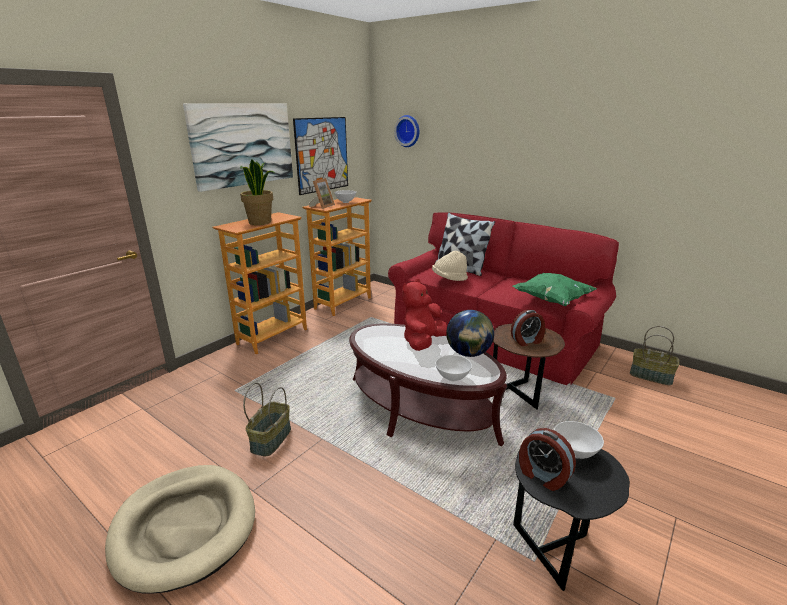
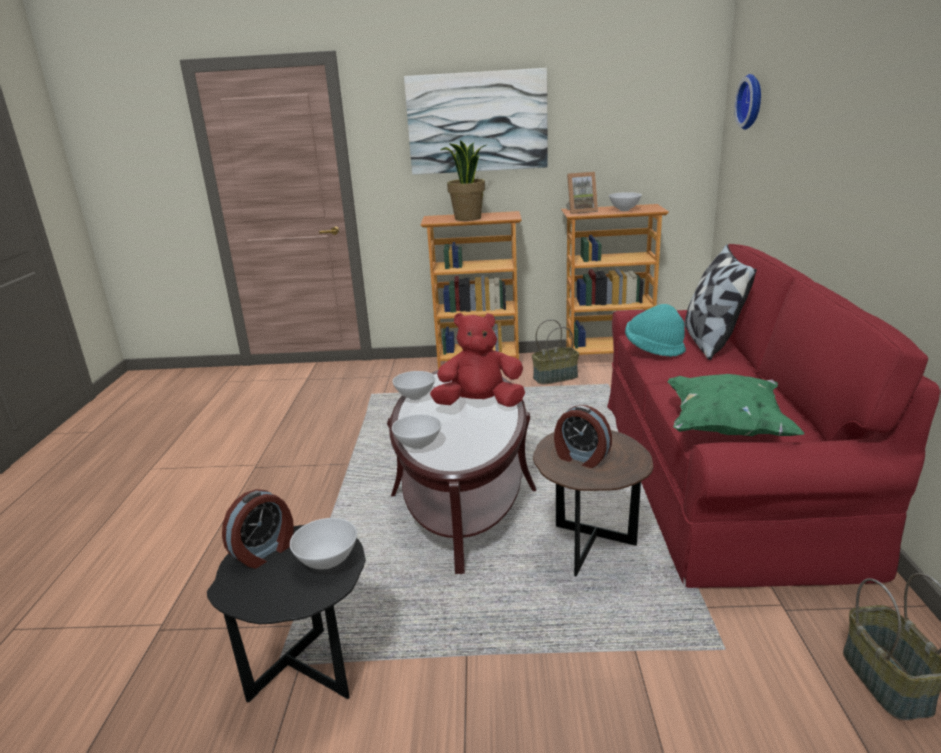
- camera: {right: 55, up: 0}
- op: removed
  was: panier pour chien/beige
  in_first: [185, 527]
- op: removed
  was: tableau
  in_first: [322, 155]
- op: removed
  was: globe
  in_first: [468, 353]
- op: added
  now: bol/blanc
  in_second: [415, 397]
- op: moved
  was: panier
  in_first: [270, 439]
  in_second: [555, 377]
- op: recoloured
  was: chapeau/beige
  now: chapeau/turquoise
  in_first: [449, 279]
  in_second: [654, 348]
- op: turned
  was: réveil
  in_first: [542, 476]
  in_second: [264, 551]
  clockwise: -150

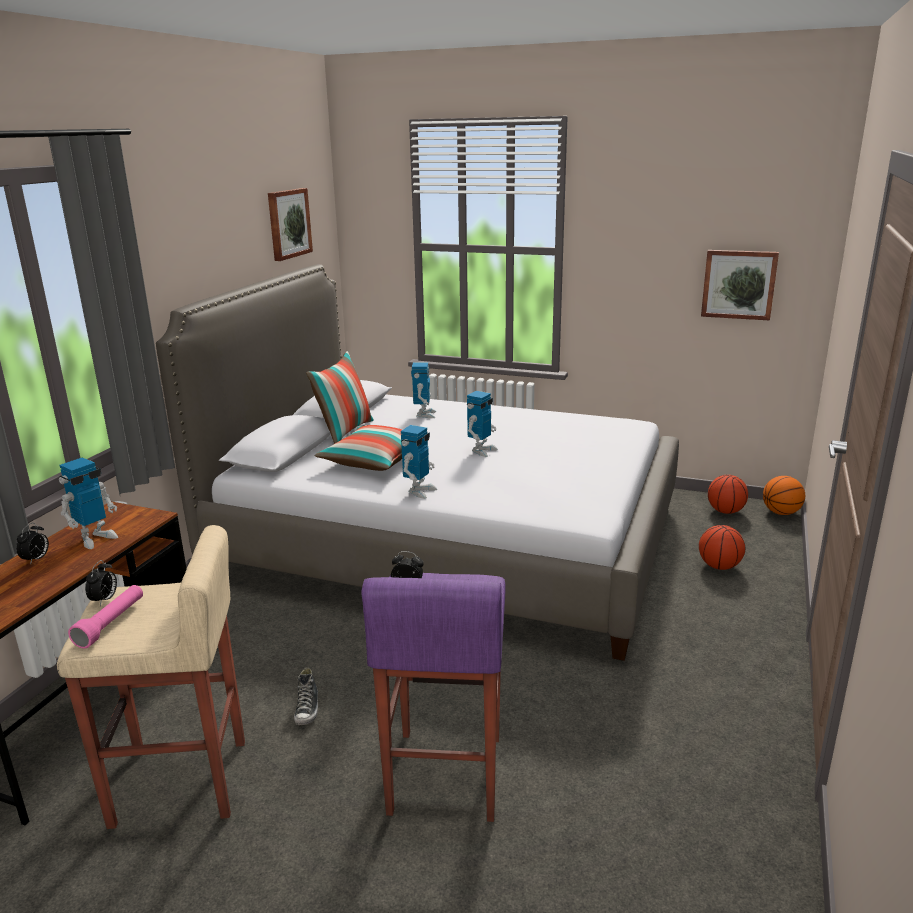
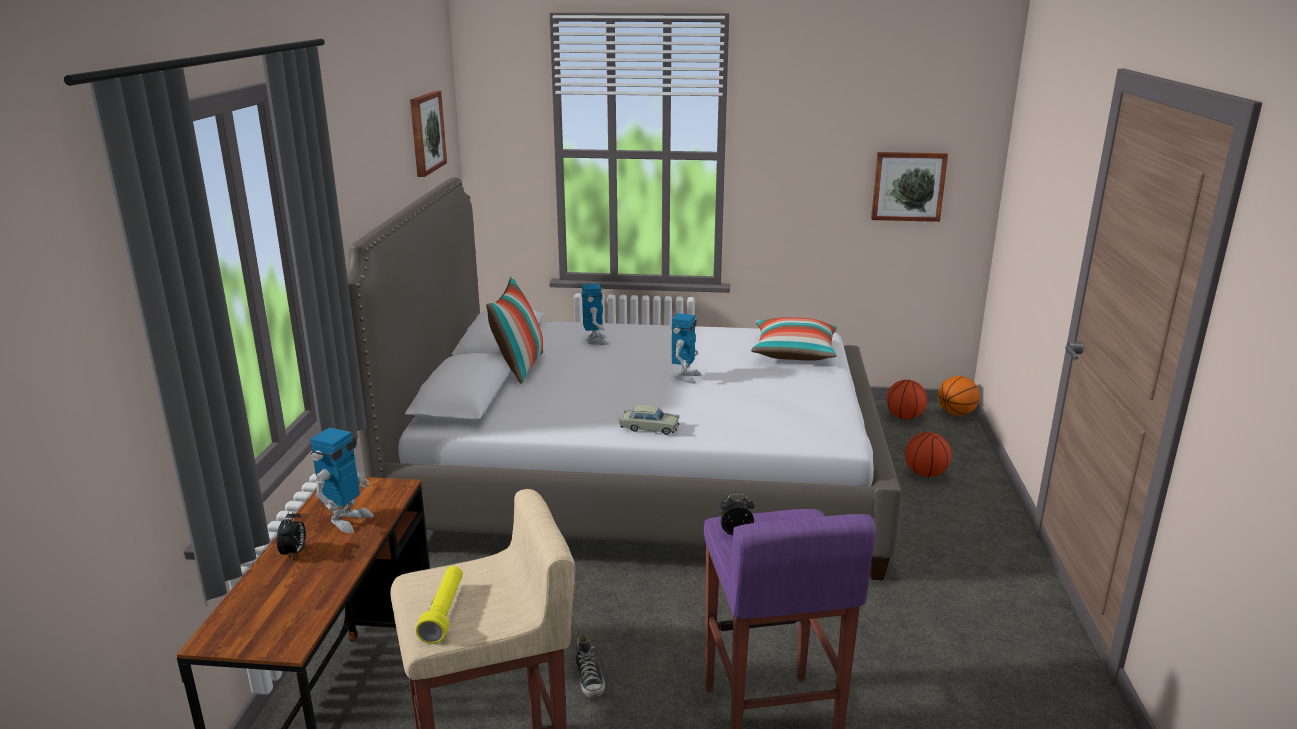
- camera: {right: -15, up: 0}
- op: removed
  was: réveil
  in_first: [105, 600]
- op: moved
  was: coussin
  in_first: [374, 461]
  in_second: [794, 353]
- op: replaced
  was: robot jouet
  now: petite voiture/beige
  in_first: [419, 491]
  in_second: [649, 428]
- op: recoloured
  was: lampe de poche/rose
  now: lampe de poche/jaune
  in_first: [111, 624]
  in_second: [444, 613]

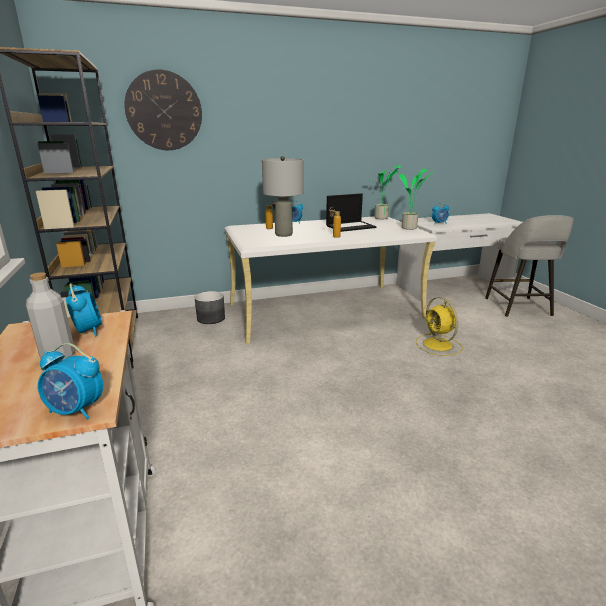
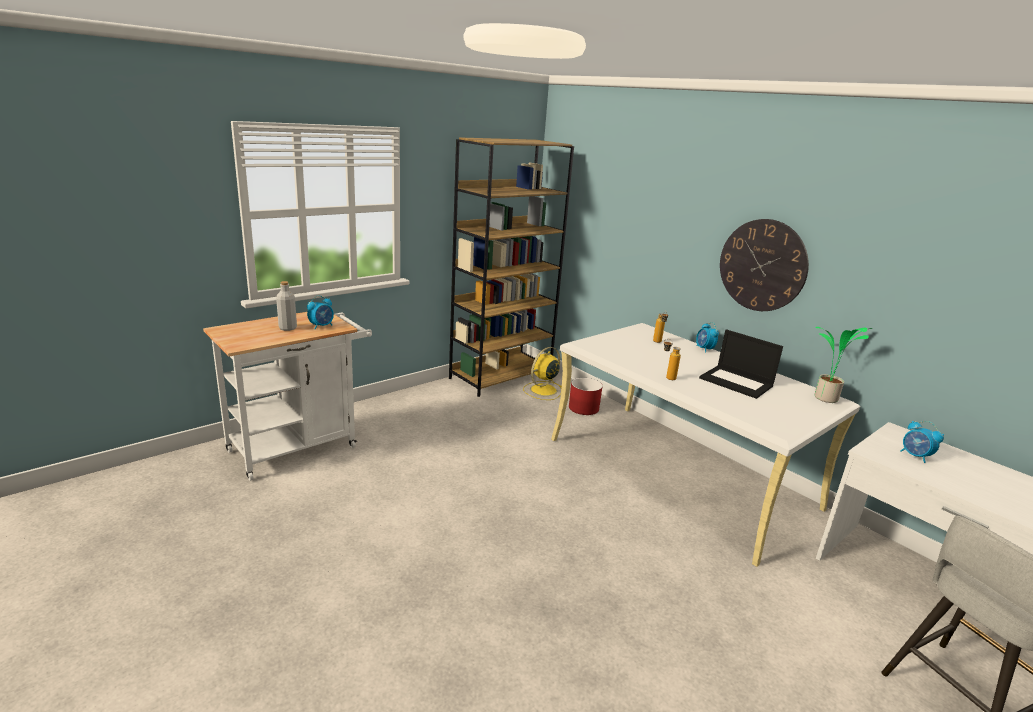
- camera: {right: 65, up: 0}
- op: removed
  was: réveil
  in_first: [76, 410]
- op: removed
  was: lampe de table/gris
  in_first: [283, 234]
- op: removed
  was: plante en pot
  in_first: [410, 228]
- op: moved
  was: horloge murale
  in_first: [164, 111]
  in_second: [762, 265]
- op: moved
  was: ventilateur/jaune
  in_first: [438, 345]
  in_second: [542, 390]
- op: recoloured
  was: cache-pot/gris
  now: cache-pot/rouge
  in_first: [211, 318]
  in_second: [584, 408]

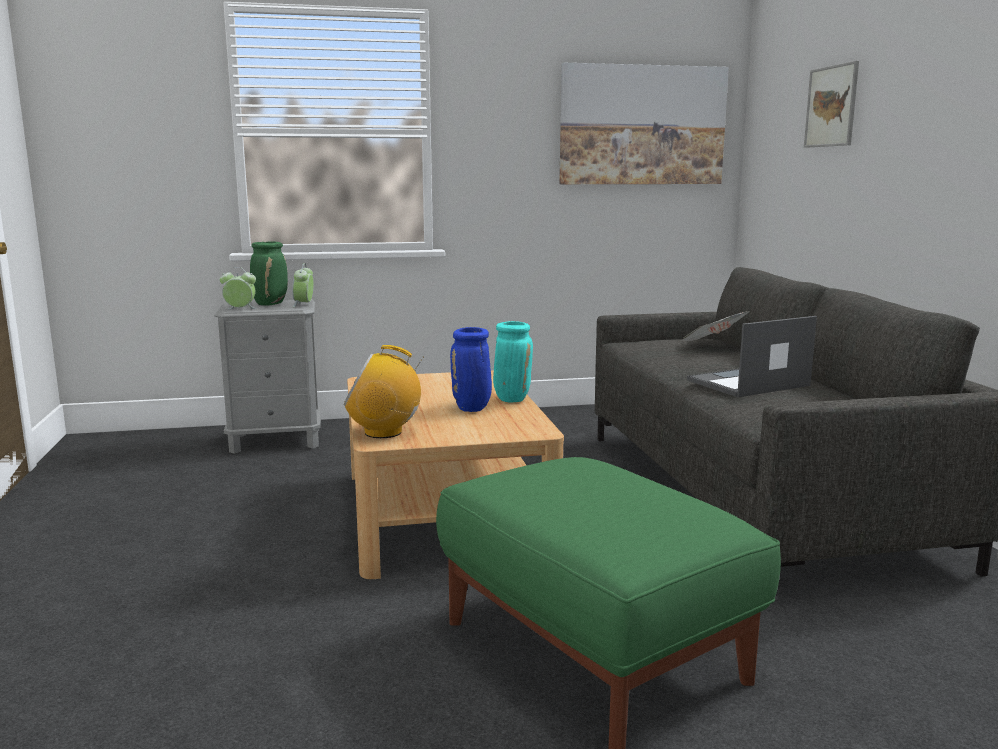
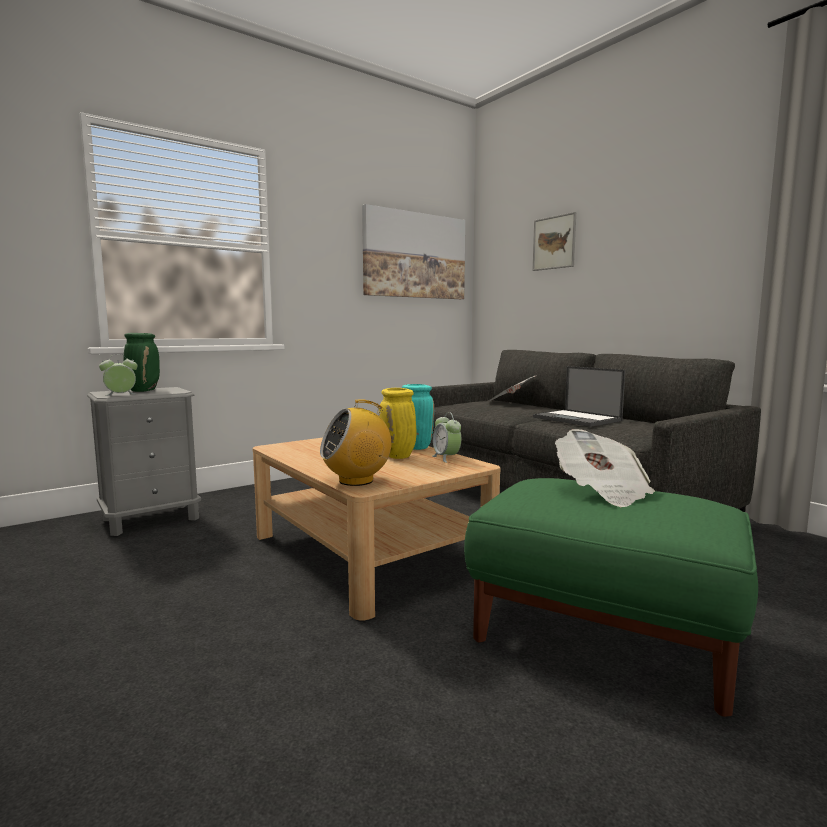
- camera: {right: -25, up: -5}
- op: added
  now: journal
  in_second: [602, 491]
- op: moved
  was: réveil
  in_first: [304, 305]
  in_second: [446, 458]
- op: recoloured
  was: vase/bleu
  now: vase/jaune
  in_first: [472, 409]
  in_second: [398, 457]
- op: turned
  was: ordinateur portable
  in_first: [747, 383]
  in_second: [578, 419]
  clockwise: -75

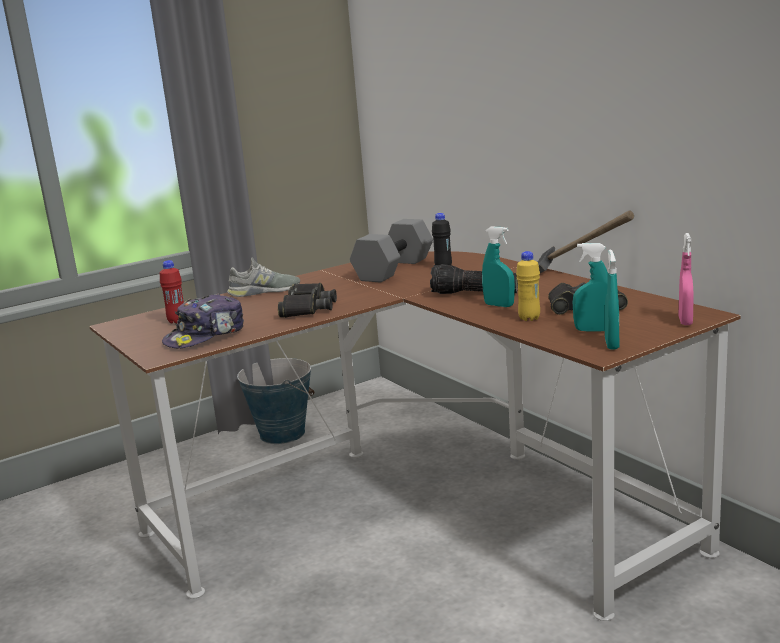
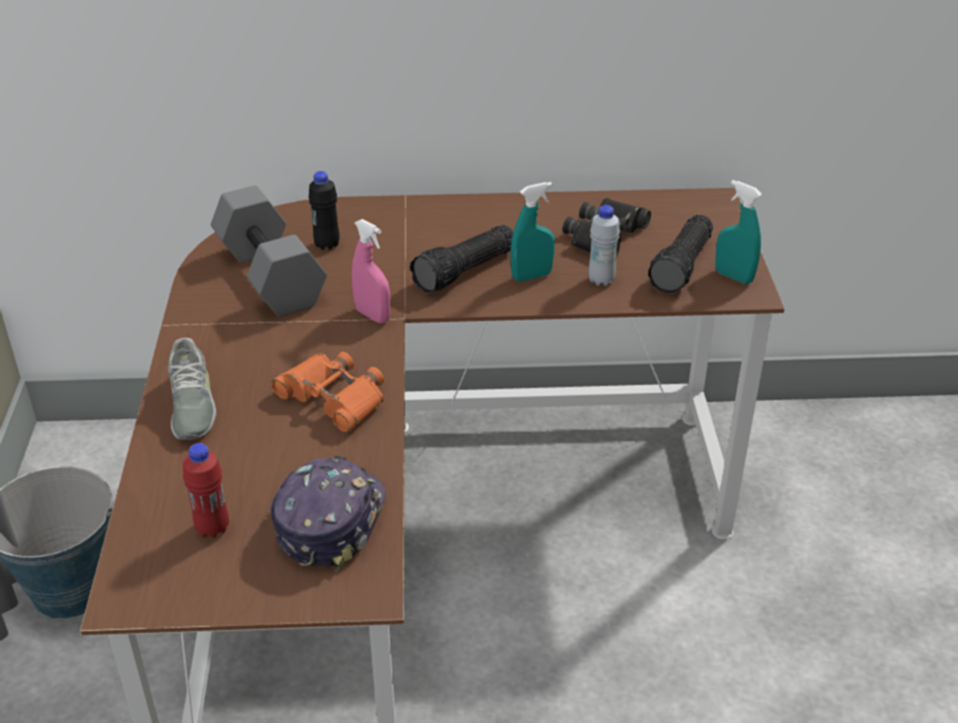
- camera: {right: -60, up: 20}
- op: removed
  was: marteau
  in_first: [580, 275]
- op: moved
  was: vaporisateur/rose
  in_first: [685, 321]
  in_second: [372, 315]
- op: replaced
  was: vaporisateur/turquoise
  now: lampe de poche
  in_first: [593, 330]
  in_second: [683, 266]
- op: recoloured
  was: jumelles/noir
  now: jumelles/orange
  in_first: [307, 308]
  in_second: [333, 398]
- op: recoloured
  was: bouteille/jaune
  now: bouteille/blanc
  in_first: [529, 318]
  in_second: [601, 280]
- op: turned
  was: casquette
  in_first: [206, 336]
  in_second: [329, 520]
  clockwise: -150
- op: turned
  was: chaussure/gris
  in_first: [264, 291]
  in_second: [191, 405]
  clockwise: 150

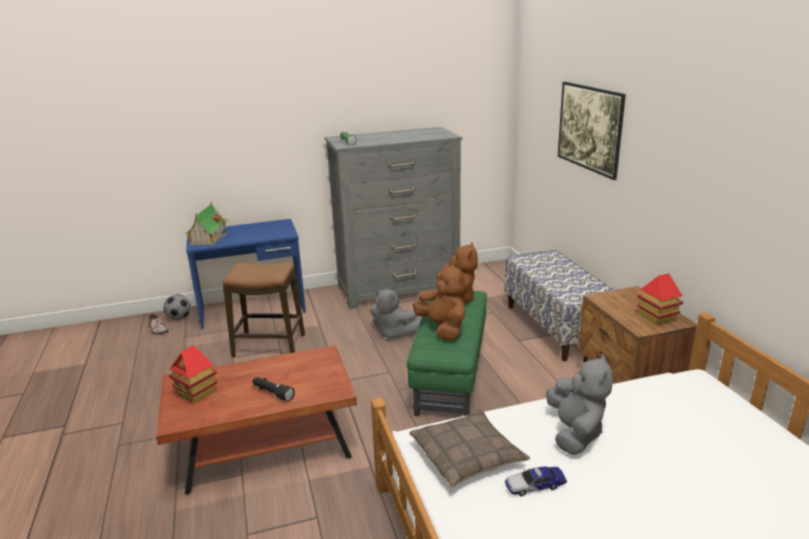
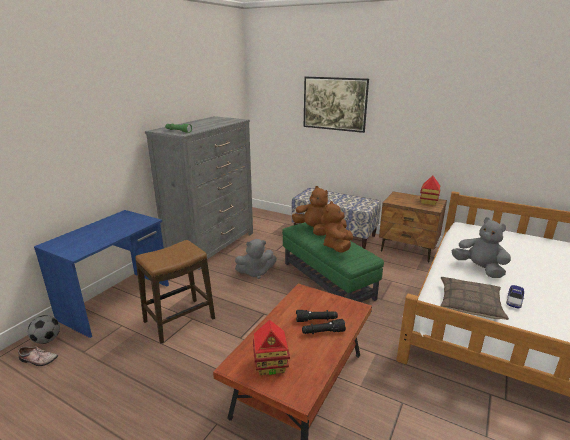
- camera: {right: -45, up: 0}
- op: removed
  was: maison miniature
  in_first: [209, 238]
- op: added
  now: lampe de poche/noir
  in_second: [316, 320]
- op: turned
  was: peluche/marron
  in_first: [443, 328]
  in_second: [337, 247]
  clockwise: -90

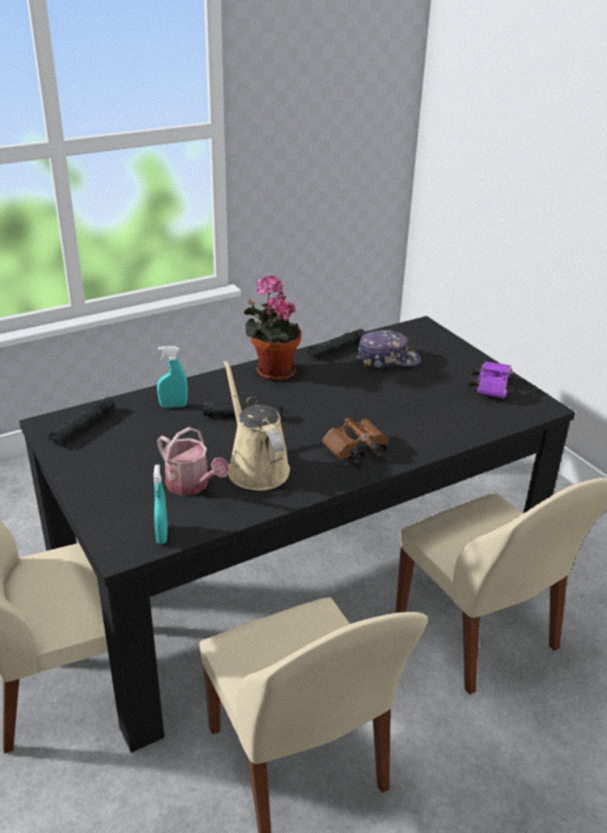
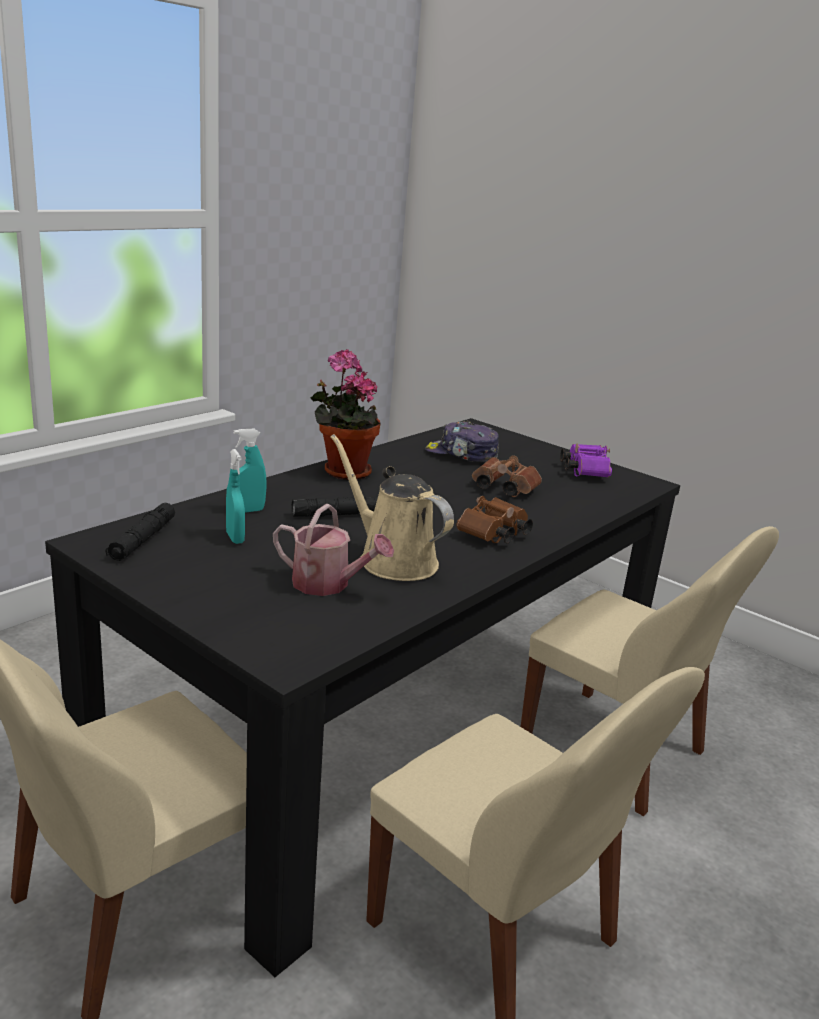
- camera: {right: -20, up: -10}
- op: removed
  was: lampe de poche/noir
  in_first: [336, 349]
- op: added
  now: jumelles/marron
  in_second: [502, 489]
- op: moved
  was: vaporisateur/turquoise
  in_first: [162, 535]
  in_second: [235, 538]
- op: turned
  was: casquette
  in_first: [388, 359]
  in_second: [461, 454]
  clockwise: -135

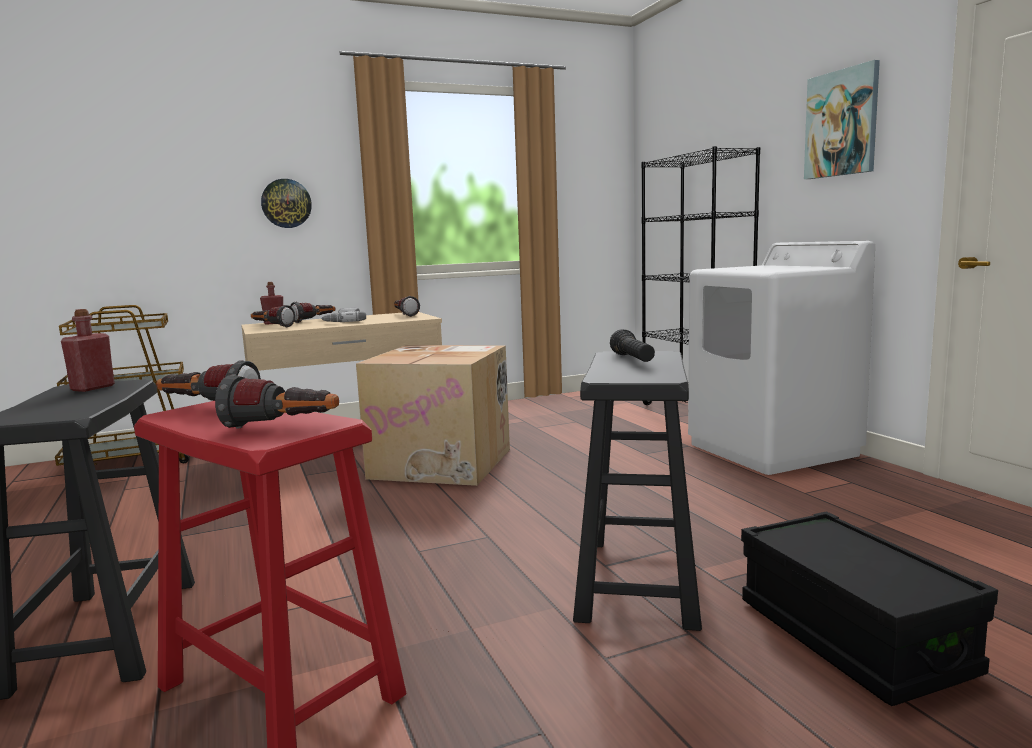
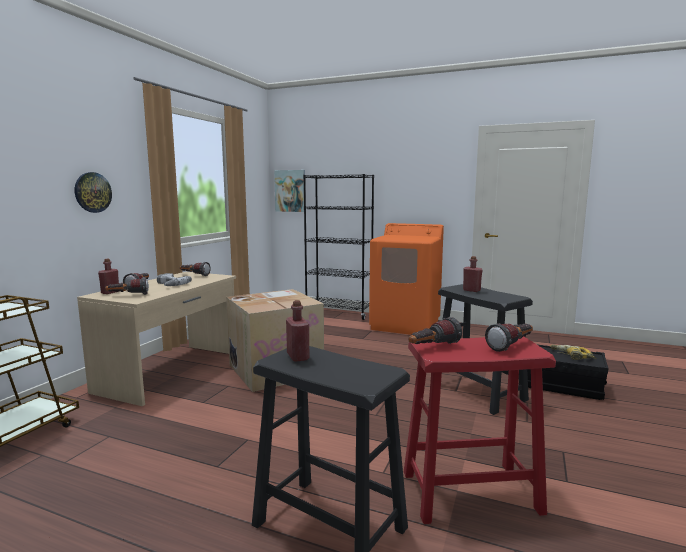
- camera: {right: -45, up: 0}
- op: added
  now: perceuse
  in_second: [571, 356]
- op: moved
  was: tableau
  in_first: [842, 123]
  in_second: [290, 191]
- op: replaced
  was: lampe de poche/noir
  now: bouteille/rouge
  in_first: [633, 360]
  in_second: [471, 290]
- op: recoloured
  was: lave-linge/blanc
  now: lave-linge/orange
  in_first: [772, 450]
  in_second: [405, 325]

